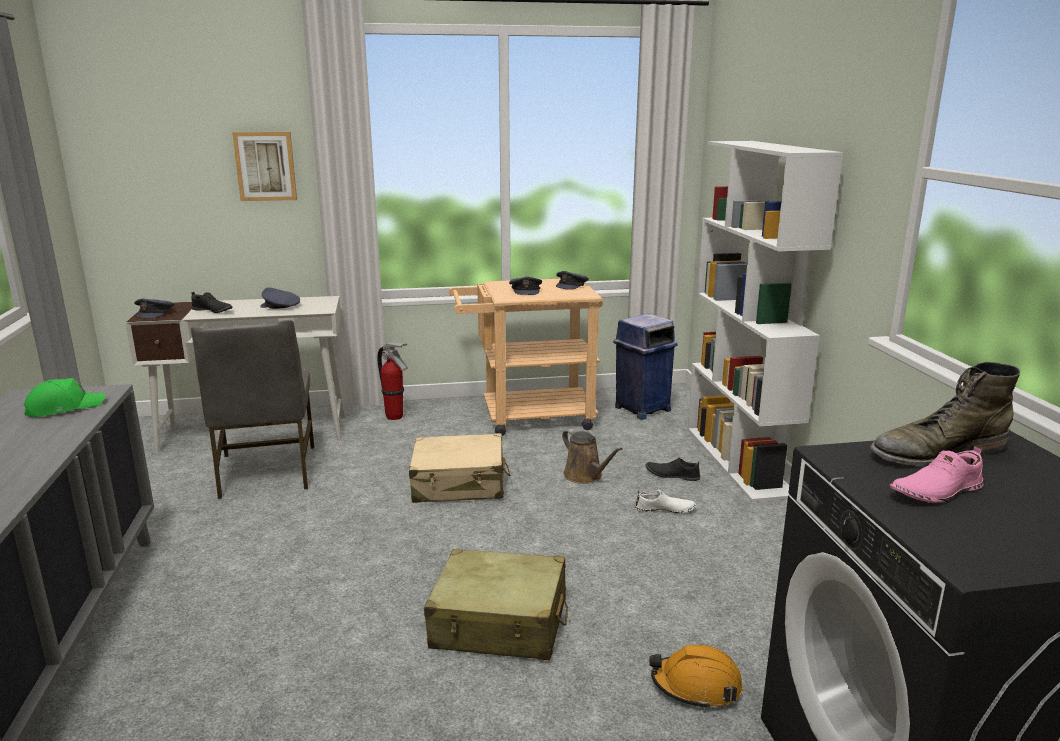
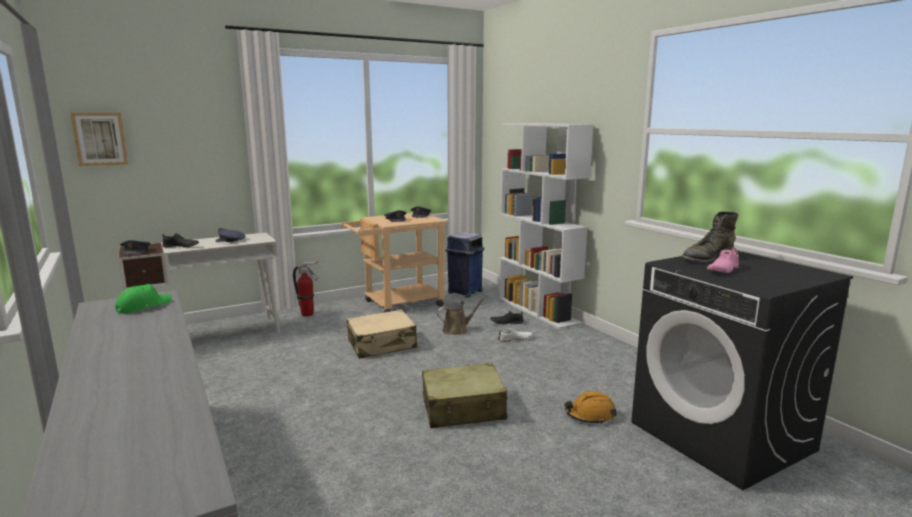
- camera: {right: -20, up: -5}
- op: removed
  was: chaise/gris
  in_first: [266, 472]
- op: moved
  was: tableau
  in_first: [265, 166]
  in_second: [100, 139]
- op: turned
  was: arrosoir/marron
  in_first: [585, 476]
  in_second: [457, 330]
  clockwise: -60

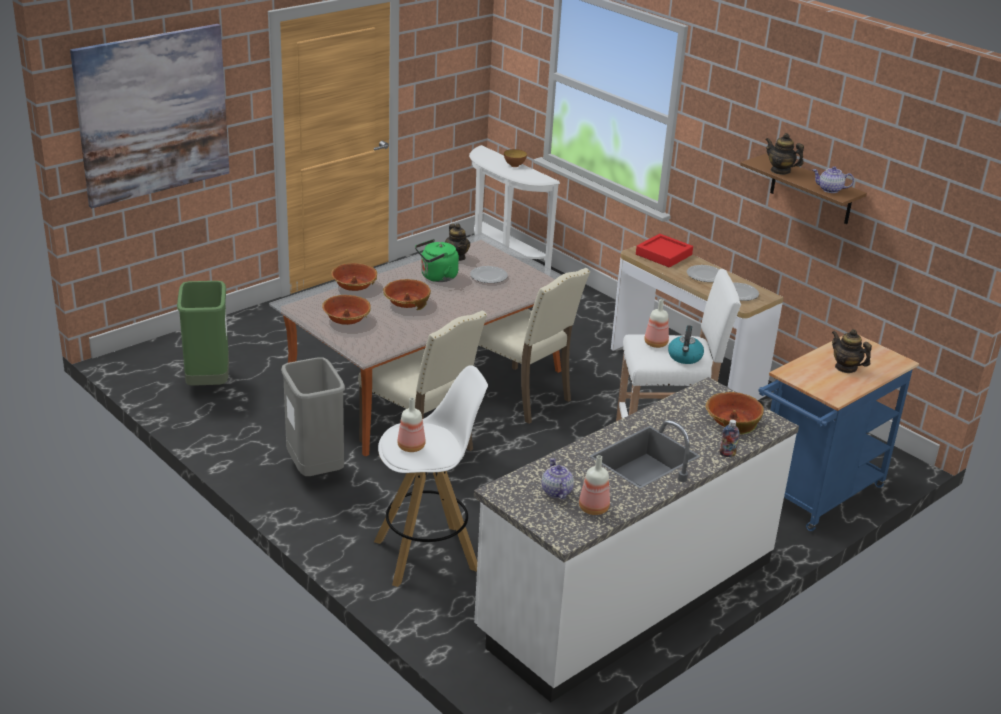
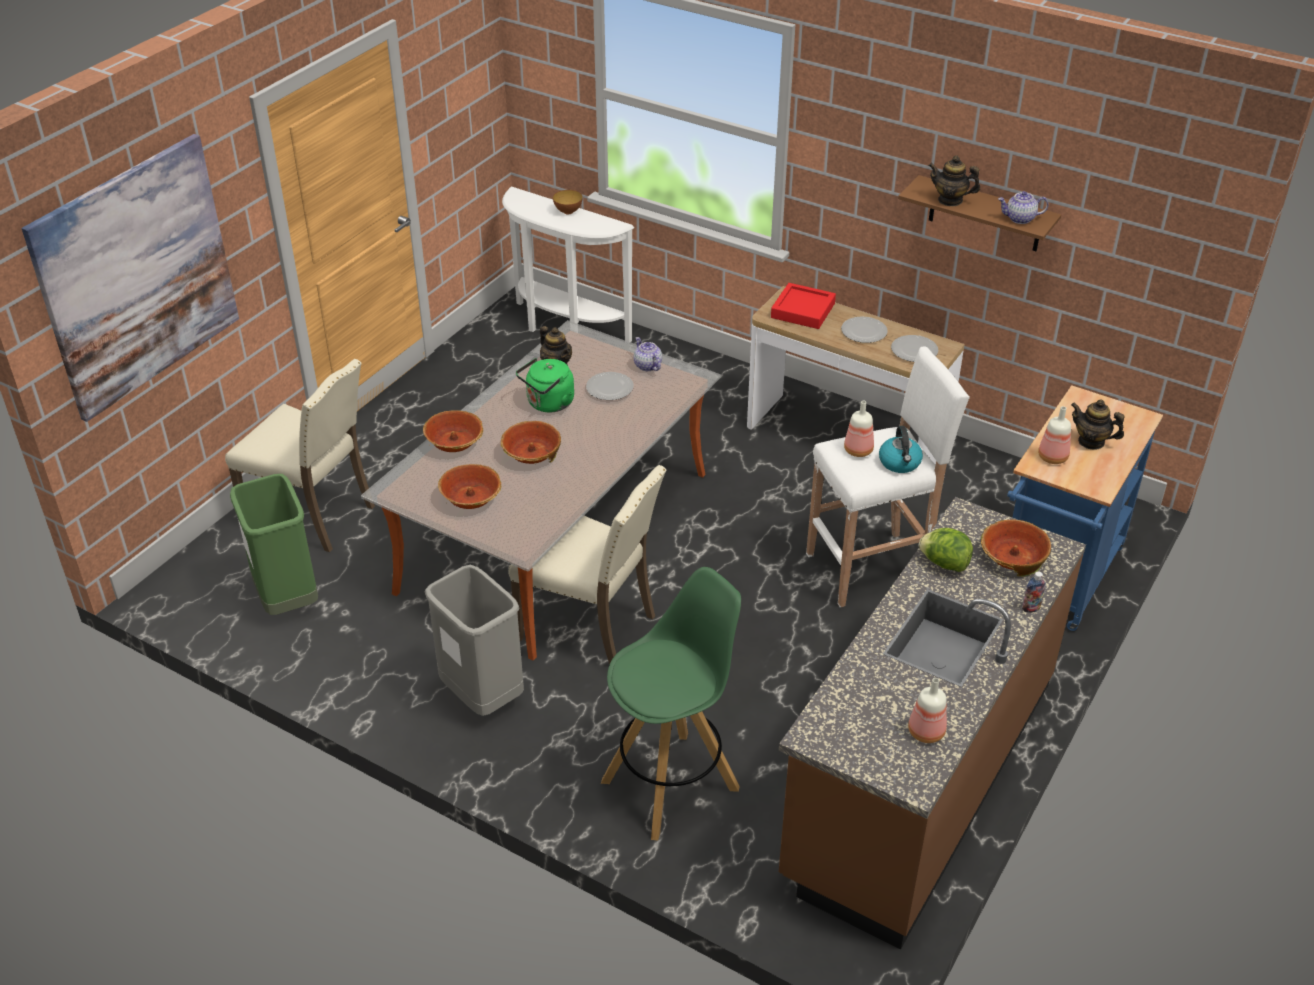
- camera: {right: -15, up: 10}
- op: added
  now: laitue
  in_second: [944, 563]
- op: moved
  was: bouteille
  in_first: [411, 446]
  in_second: [1052, 457]
- op: moved
  was: chaise/beige
  in_first: [521, 396]
  in_second: [314, 515]
- op: moved
  was: théière
  in_first: [556, 491]
  in_second: [647, 365]
- op: recoloured
  was: tabouret/blanc
  now: tabouret/vert
  in_first: [427, 555]
  in_second: [672, 784]
- op: recoloured
  was: comptoir de cuisine/blanc
  now: comptoir de cuisine/marron
  in_first: [626, 597]
  in_second: [918, 778]

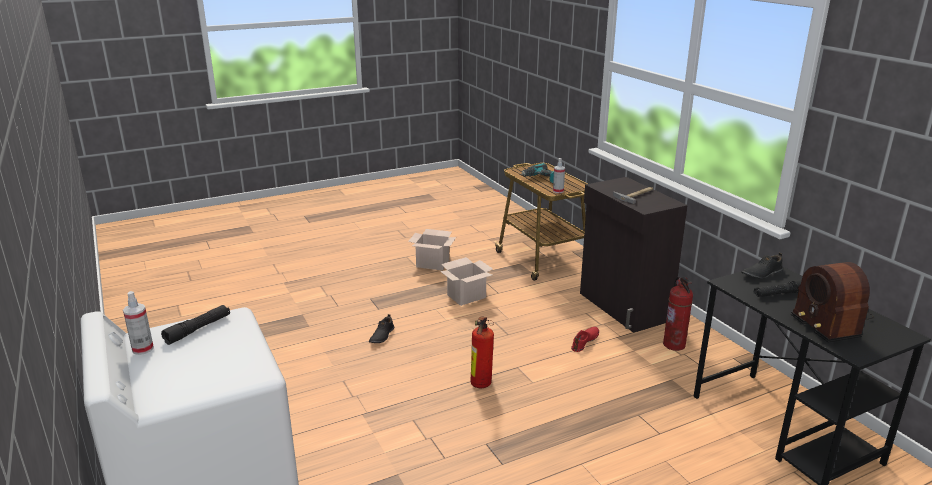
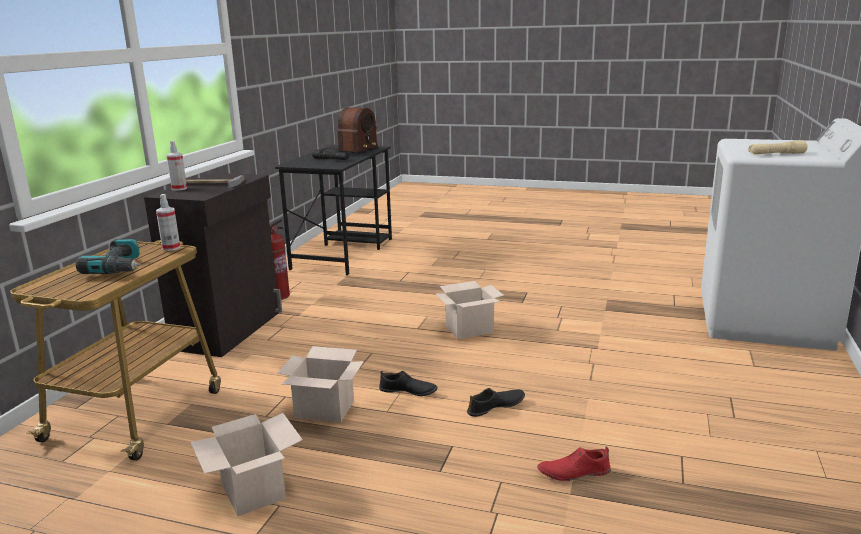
- camera: {right: -135, up: -5}
- op: moved
  was: vaporisateur
  in_first: [143, 349]
  in_second: [179, 188]
- op: moved
  was: chaussure/rouge
  in_first: [585, 342]
  in_second: [573, 472]
- op: moved
  was: chaussure/noir
  in_first: [761, 273]
  in_second: [408, 391]
- op: replaced
  was: extincteur
  now: carton
  in_first: [480, 385]
  in_second: [470, 329]
- op: recoloured
  was: lampe de poche/noir
  now: lampe de poche/beige
  in_first: [198, 329]
  in_second: [776, 154]

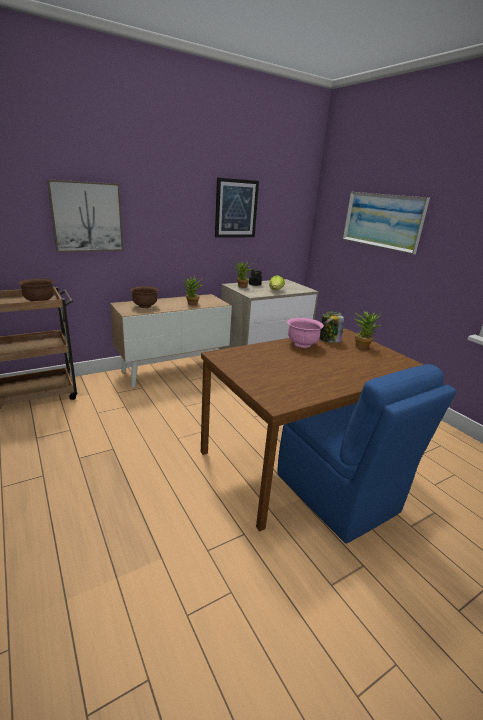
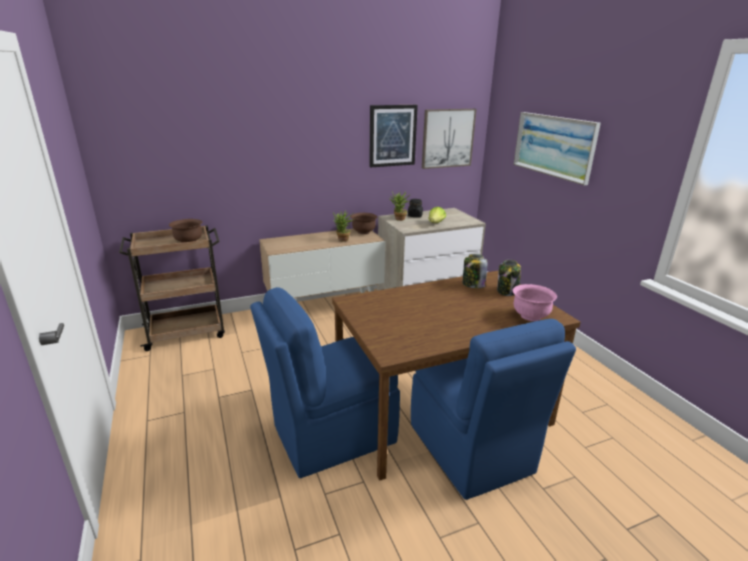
- camera: {right: 10, up: 0}
- op: added
  now: chaise/bleu
  in_second: [330, 434]
- op: moved
  was: tableau
  in_first: [87, 217]
  in_second: [447, 138]
- op: moved
  was: bol/marron
  in_first: [145, 306]
  in_second: [364, 232]
- op: moved
  was: bol/rose
  in_first: [302, 344]
  in_second: [530, 316]
- op: replaced
  was: plante en pot
  now: bocal
  in_first: [361, 345]
  in_second: [507, 291]

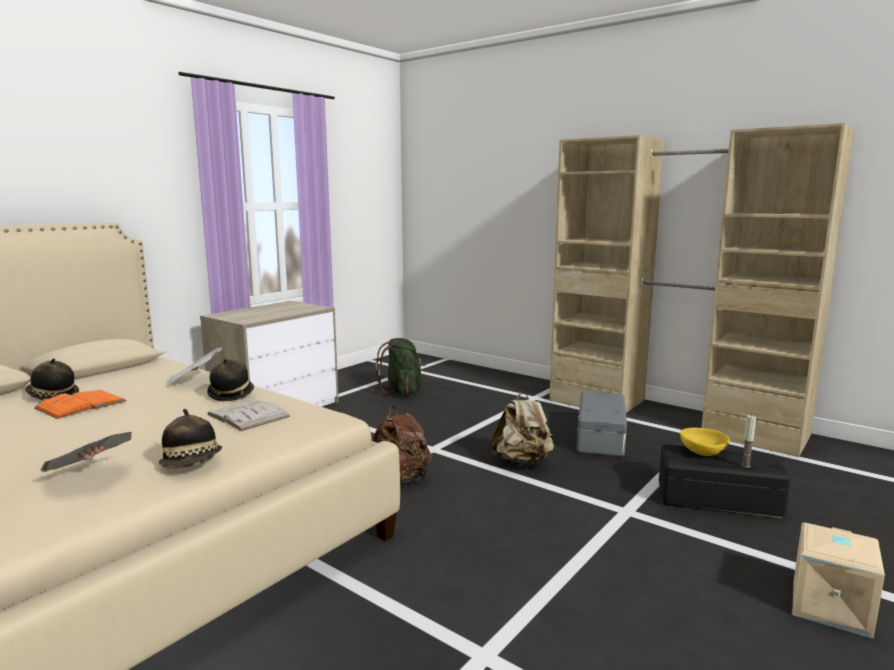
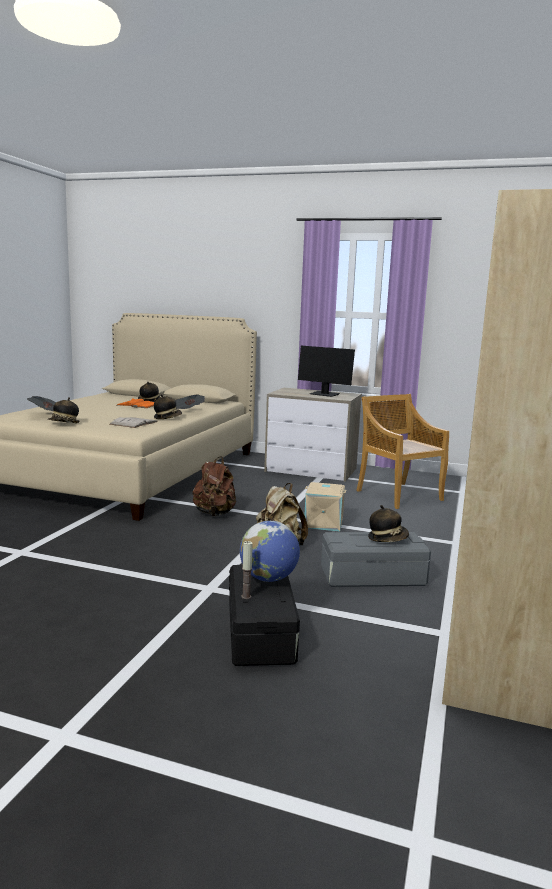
- camera: {right: 70, up: 0}
- op: added
  now: écran d'ordinateur
  in_second: [324, 394]
- op: added
  now: chapeau
  in_second: [387, 539]
- op: moved
  was: boîte de rangement/beige
  in_first: [828, 605]
  in_second: [324, 523]
- op: replaced
  was: sac à dos/vert
  now: chaise/beige
  in_first: [402, 391]
  in_second: [398, 495]
- op: replaced
  was: bol/jaune
  now: globe
  in_first: [703, 452]
  in_second: [268, 578]

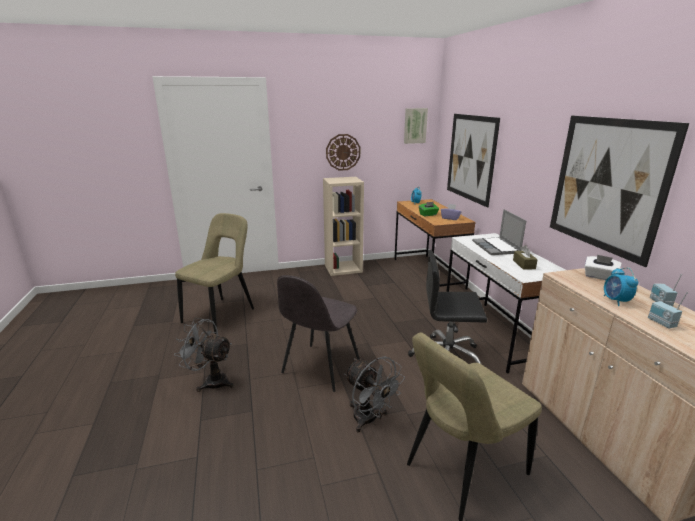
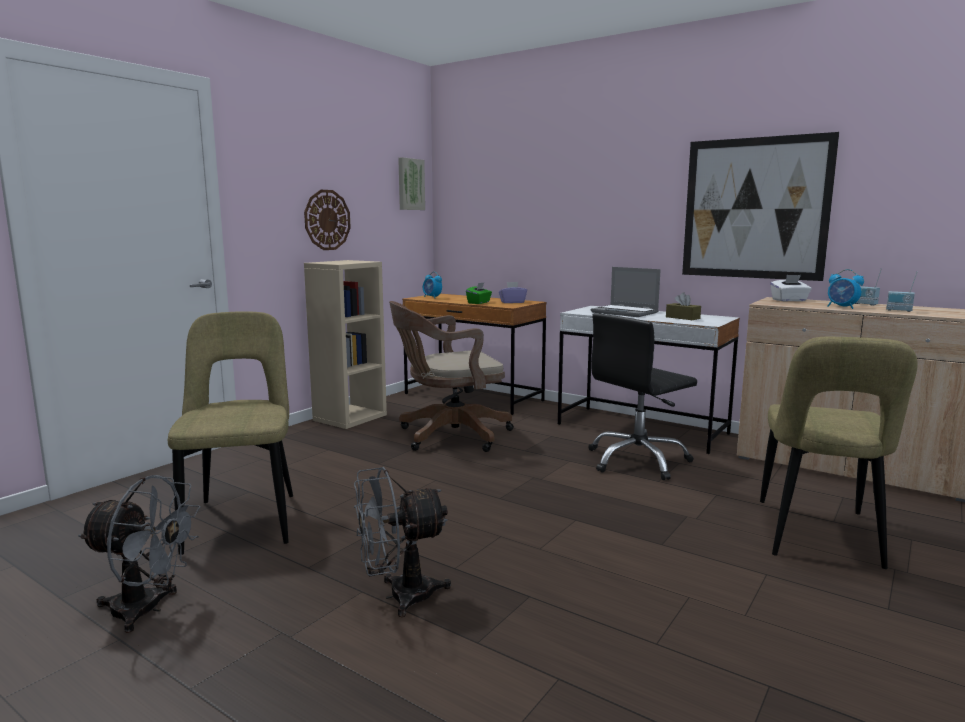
- camera: {right: -40, up: -10}
- op: removed
  was: chaise/gris
  in_first: [320, 368]
- op: removed
  was: tableau
  in_first: [471, 158]
- op: added
  now: chaise de bureau/marron
  in_second: [448, 436]
- op: moved
  was: ventilateur/gris
  in_first: [370, 420]
  in_second: [147, 610]

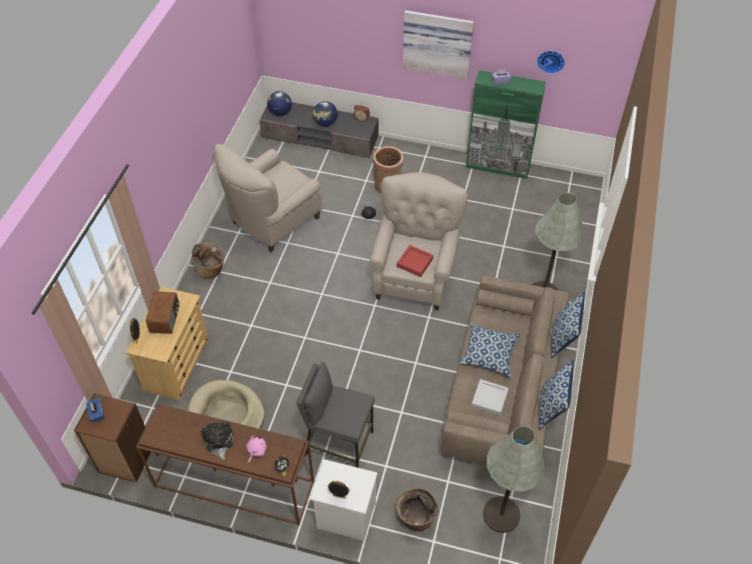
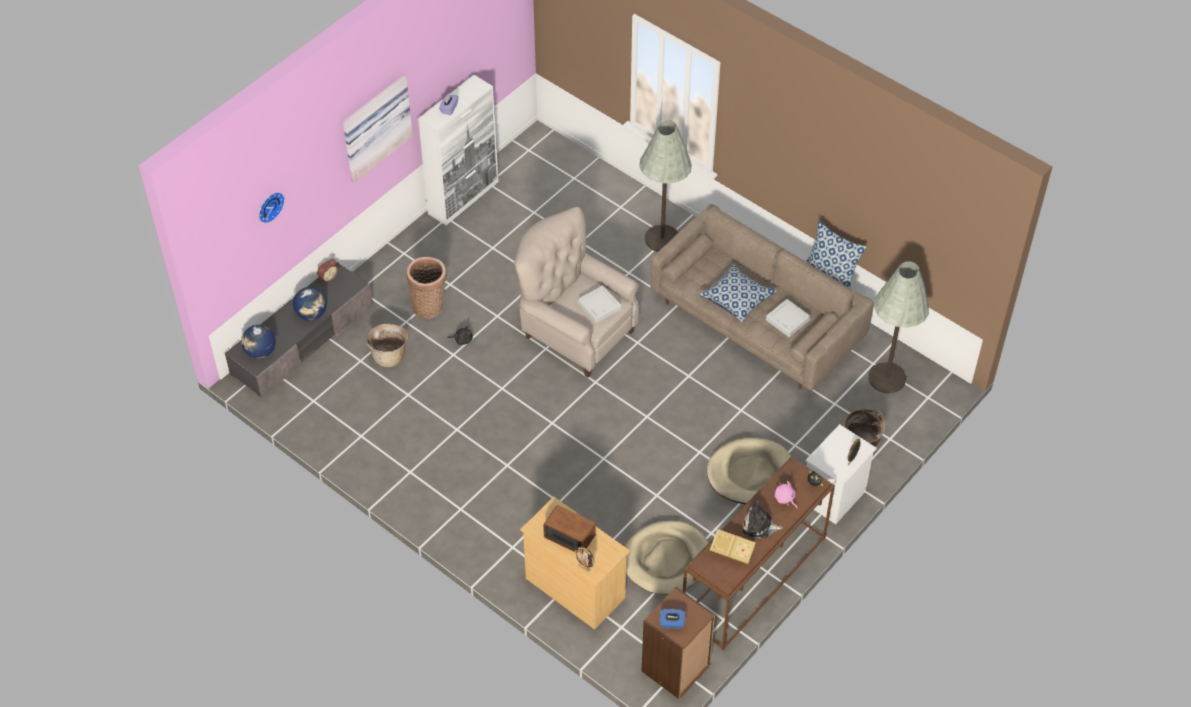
- camera: {right: -65, up: 0}
- op: removed
  was: fauteuil/beige
  in_first: [272, 222]
- op: removed
  was: coussin
  in_first: [563, 339]
- op: added
  now: livre
  in_second: [732, 552]
- op: moved
  was: panier
  in_first: [211, 270]
  in_second: [389, 355]
- op: moved
  was: horloge murale
  in_first: [551, 60]
  in_second: [269, 206]
- op: replaced
  was: tabouret/gris
  now: panier pour chien/beige
  in_first: [339, 443]
  in_second: [750, 474]
- op: recoloured
  was: plateau/rouge
  now: plateau/gris
  in_first: [414, 263]
  in_second: [599, 306]
- op: recoloured
  was: meuble de rangement/vert
  now: meuble de rangement/blanc
  in_first: [498, 166]
  in_second: [464, 197]

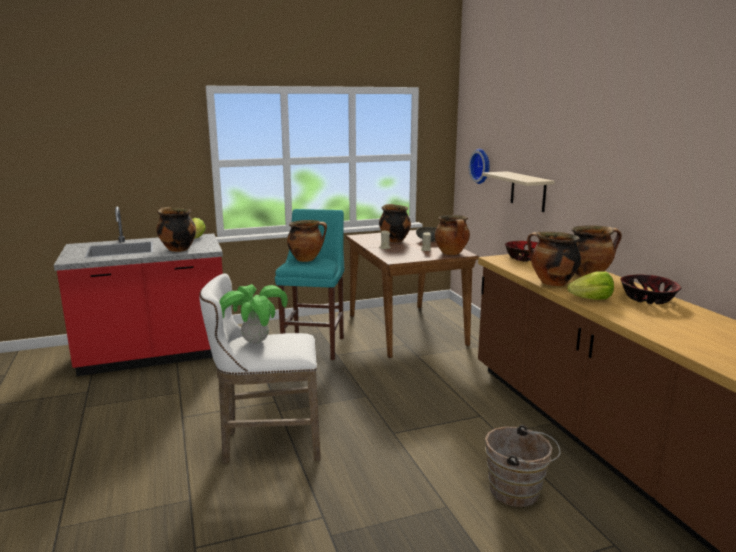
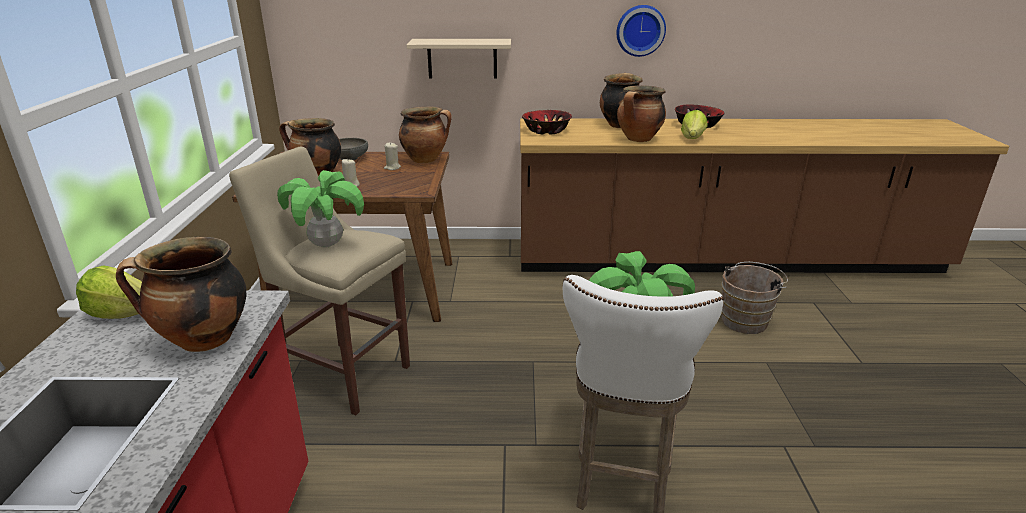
- camera: {right: -70, up: 10}
- op: moved
  was: horloge murale
  in_first: [482, 166]
  in_second: [640, 30]
- op: replaced
  was: marmite
  now: plante en pot
  in_first: [306, 259]
  in_second: [326, 244]
- op: recoloured
  was: tabouret/turquoise
  now: tabouret/beige
  in_first: [315, 345]
  in_second: [344, 374]

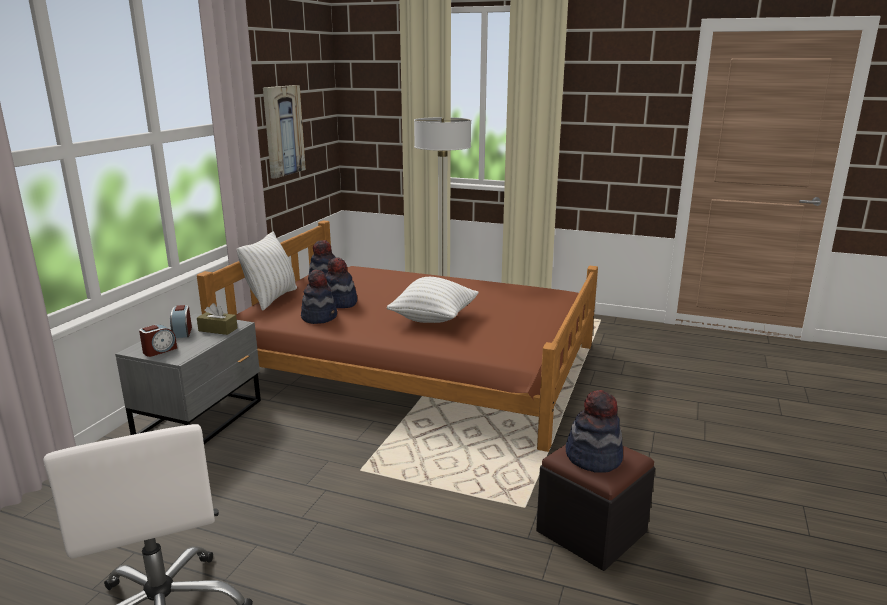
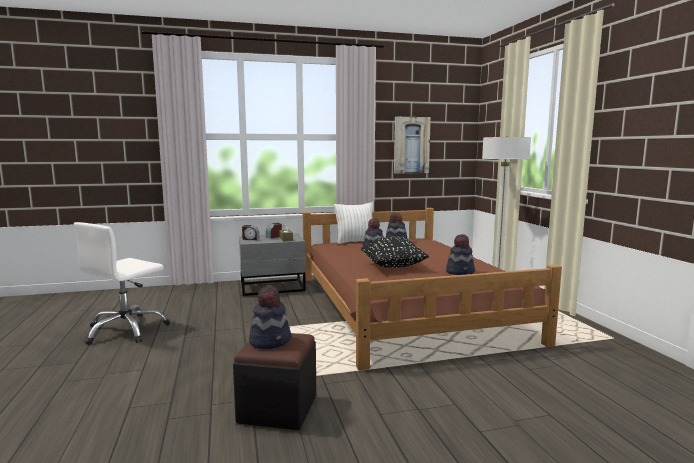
- camera: {right: 55, up: -10}
- op: moved
  was: chapeau
  in_first: [319, 317]
  in_second: [460, 272]
- op: recoloured
  was: coussin/blanc
  now: coussin/noir
  in_first: [434, 319]
  in_second: [393, 267]

